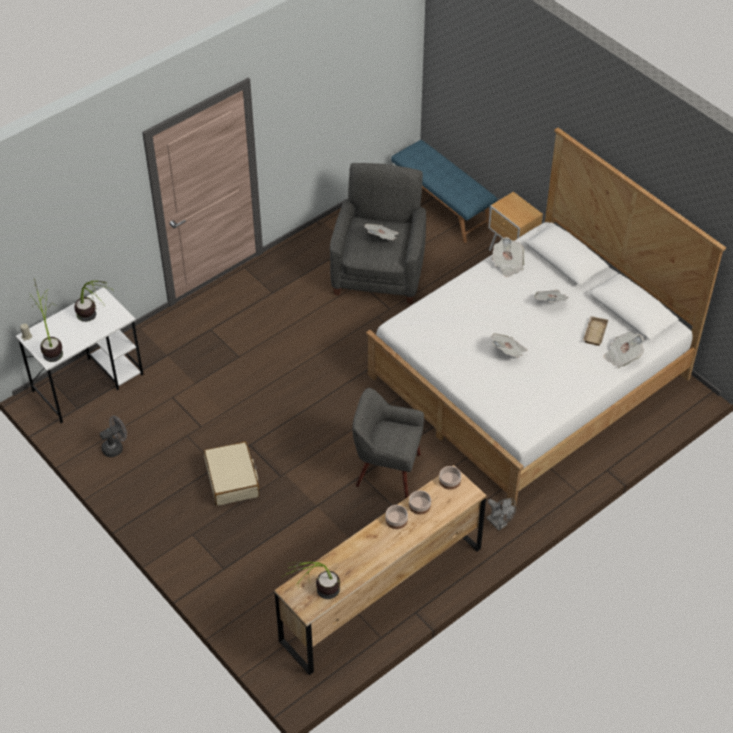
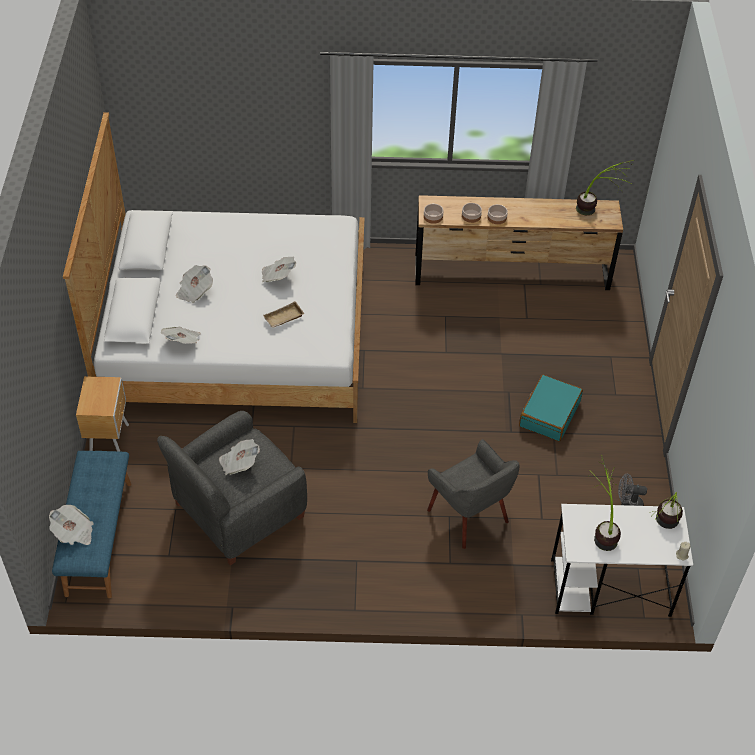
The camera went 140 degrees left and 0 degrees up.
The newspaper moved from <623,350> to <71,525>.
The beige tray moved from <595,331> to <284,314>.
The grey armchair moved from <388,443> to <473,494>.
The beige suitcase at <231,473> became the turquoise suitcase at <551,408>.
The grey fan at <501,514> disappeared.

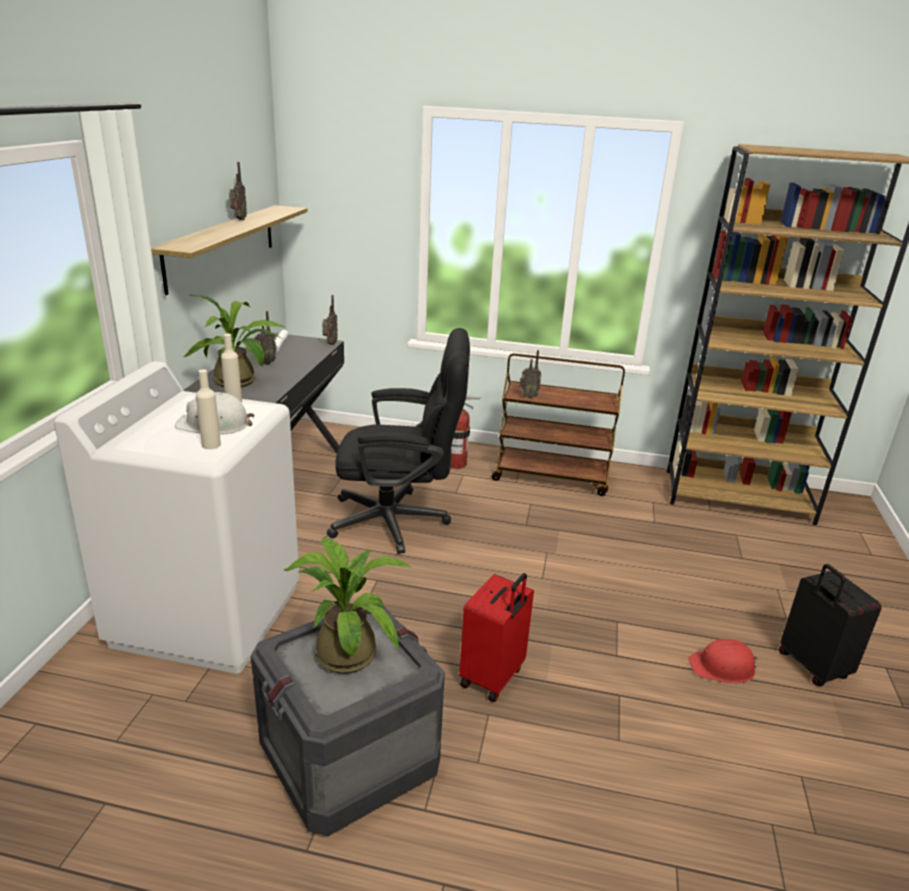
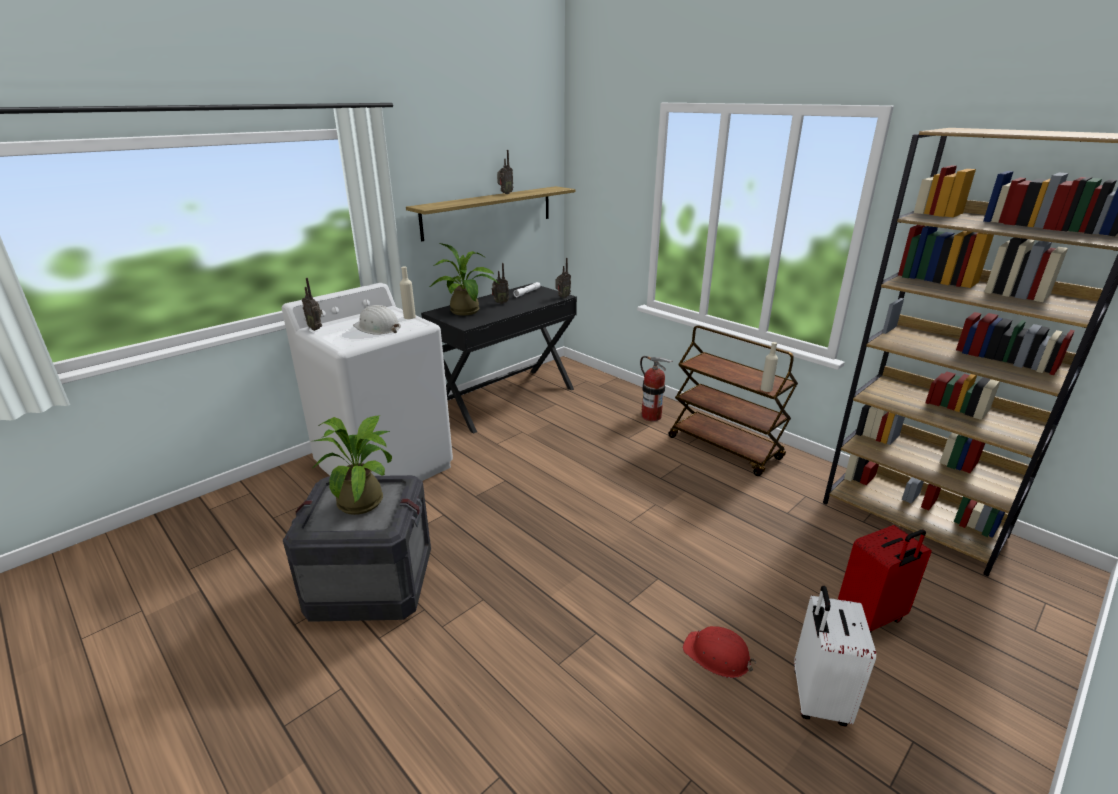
The camera went 35 degrees right and 0 degrees up.
The radio moved from <530,374> to <312,304>.
The beige bottle moved from <208,409> to <769,367>.
The black suitcase at <830,625> became the white suitcase at <835,656>.
The red suitcase moved from <496,637> to <885,579>.
The black office chair at <398,441> disappeared.

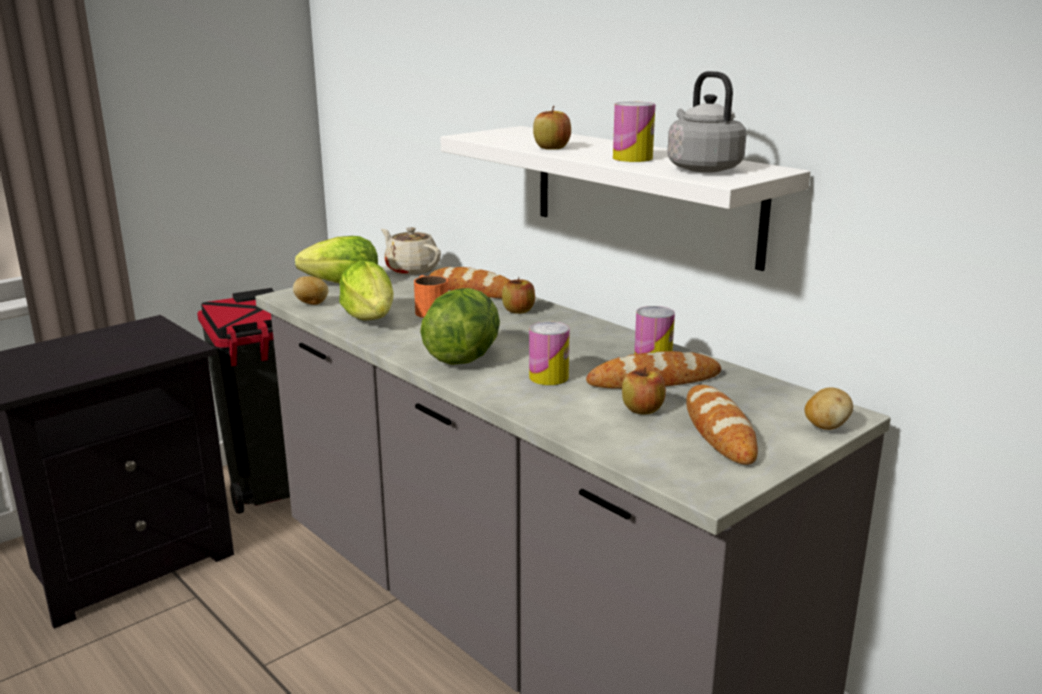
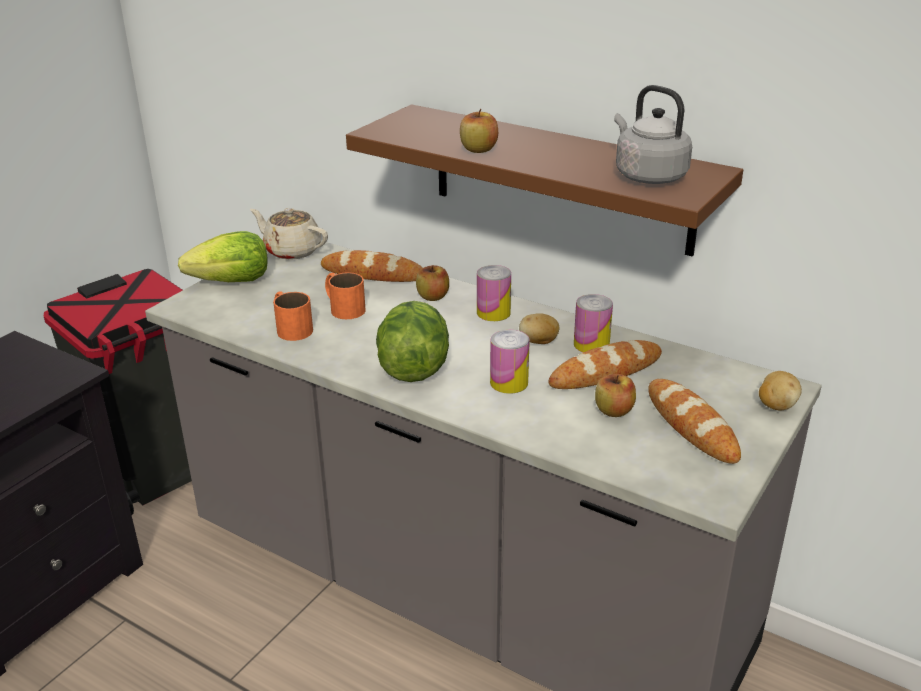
The camera went 15 degrees left and 10 degrees up.
The lettuce at <366,290> was replaced by the orange mug at <293,316>.
The white shelf at <625,198> became the brown shelf at <544,180>.
The can moved from <634,132> to <494,293>.
The potato moved from <310,290> to <539,328>.

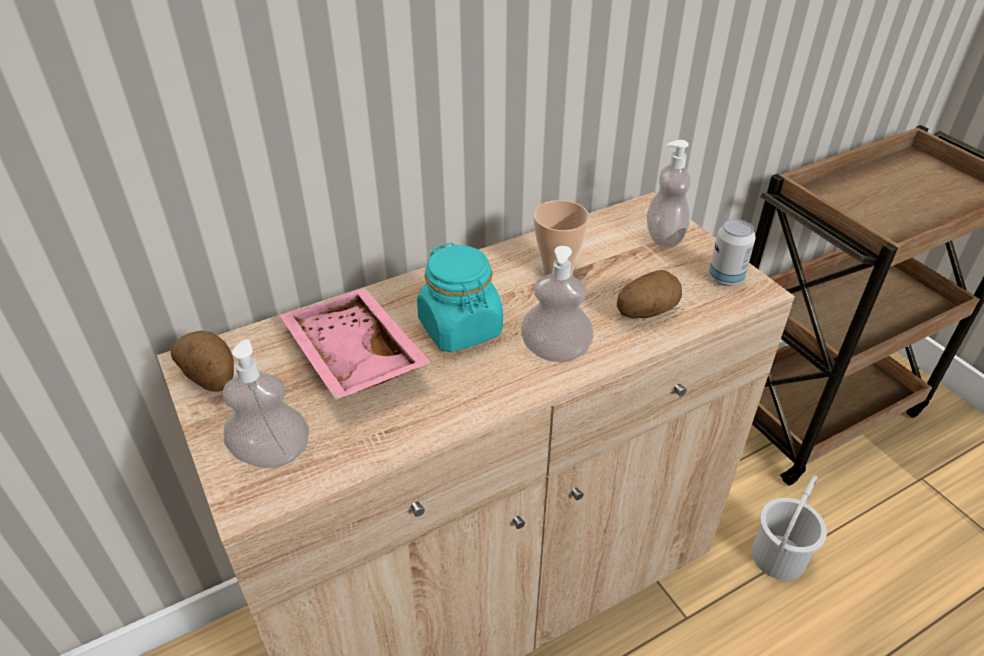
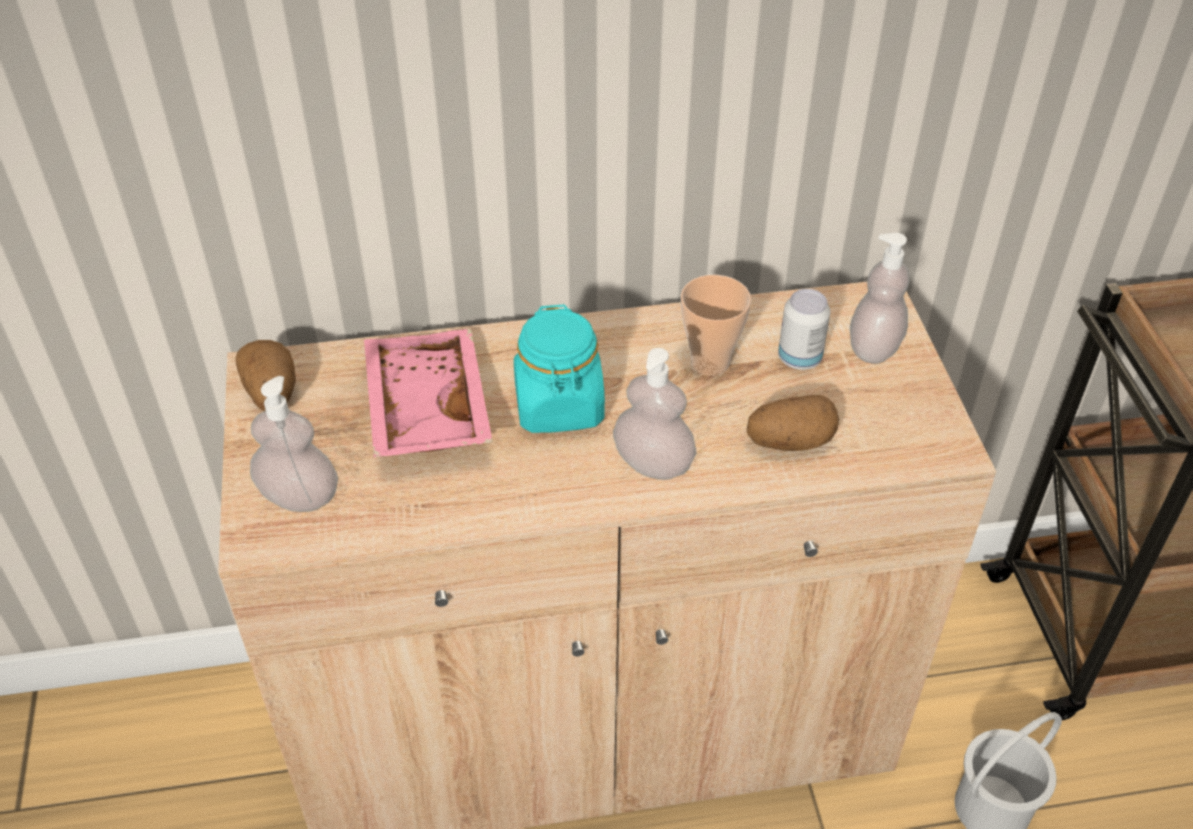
The camera went 20 degrees right and 5 degrees up.
The can moved from <732,252> to <804,329>.

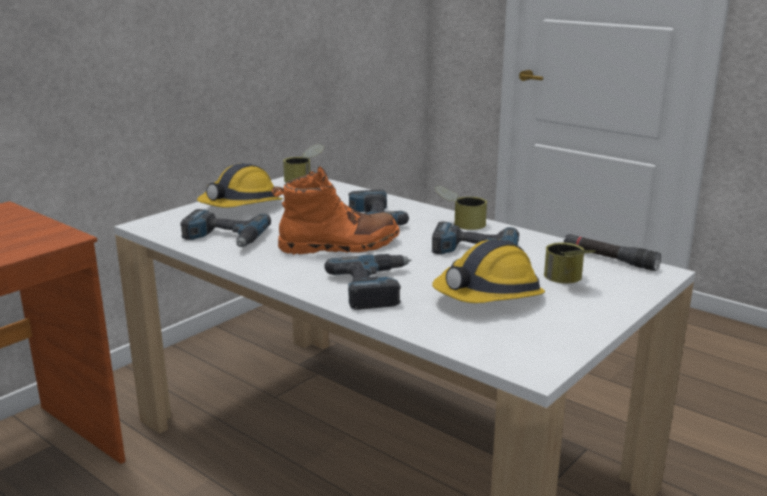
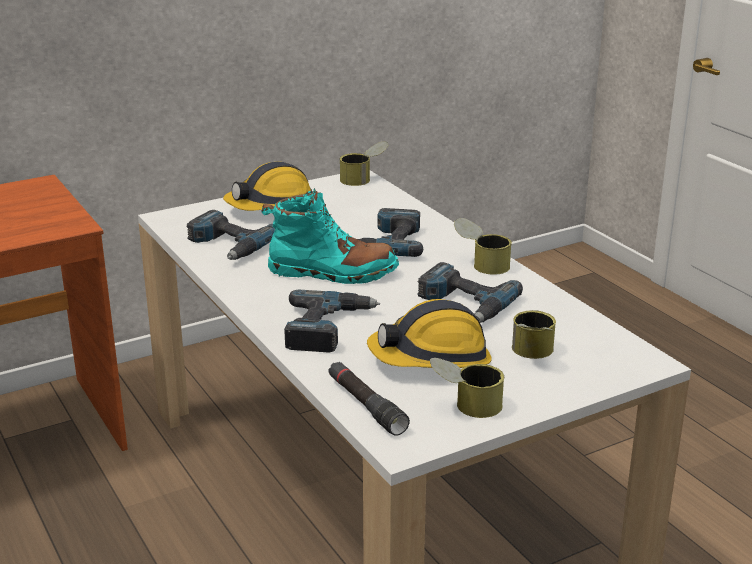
The camera went 20 degrees right and 5 degrees up.
The orange boot at <335,211> became the turquoise boot at <330,236>.
The black flashlight moved from <612,252> to <369,399>.
The can at <467,388> appeared.

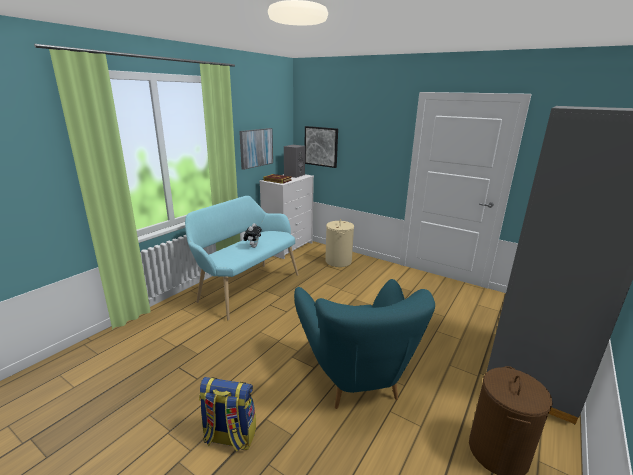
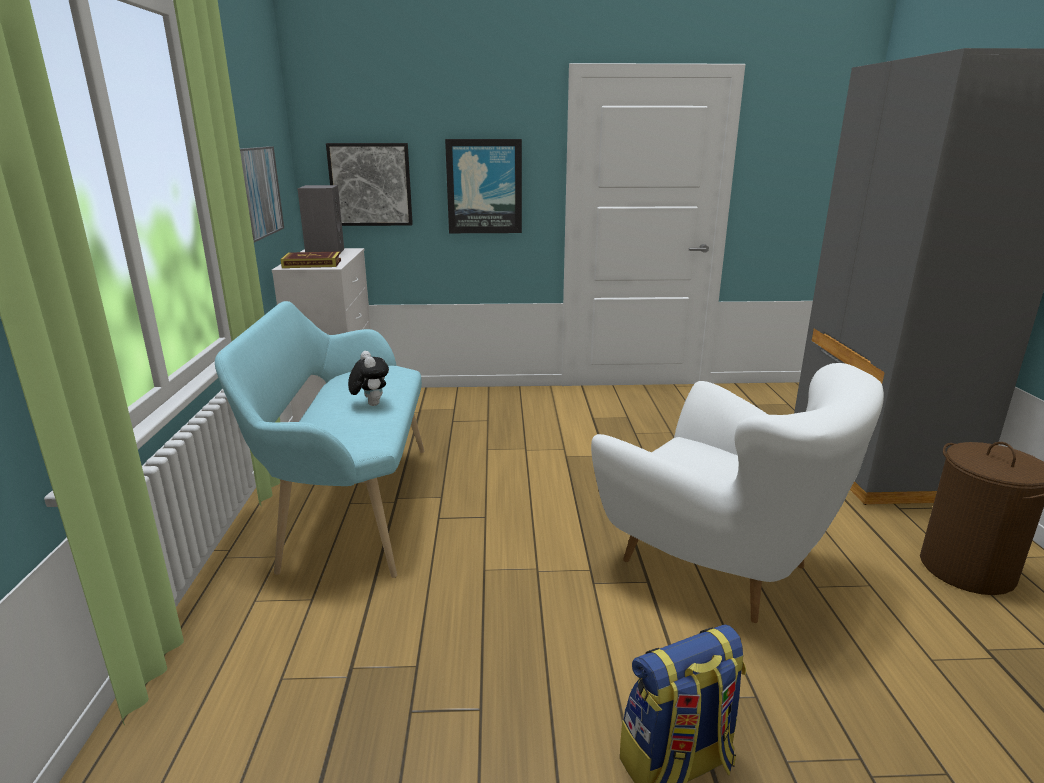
The camera went 35 degrees left and 0 degrees up.
The picture at <483,186> appeared.
The turquoise armchair at <364,344> became the white armchair at <737,493>.
The beige laundry basket at <339,243> disappeared.

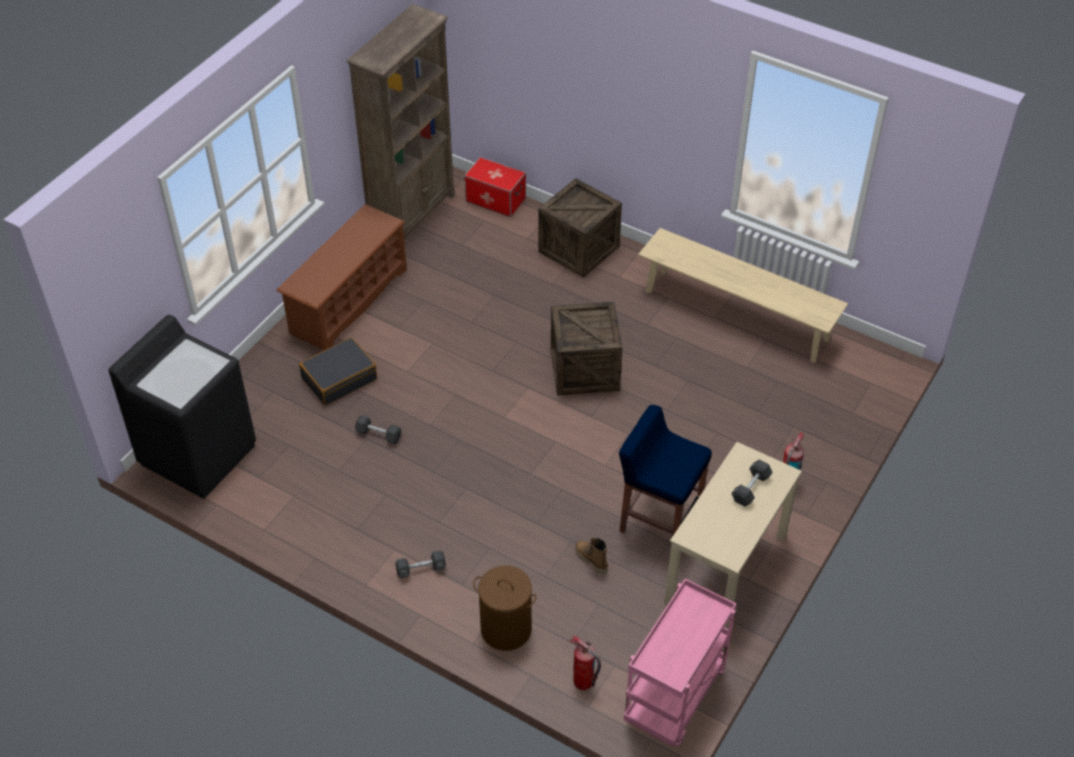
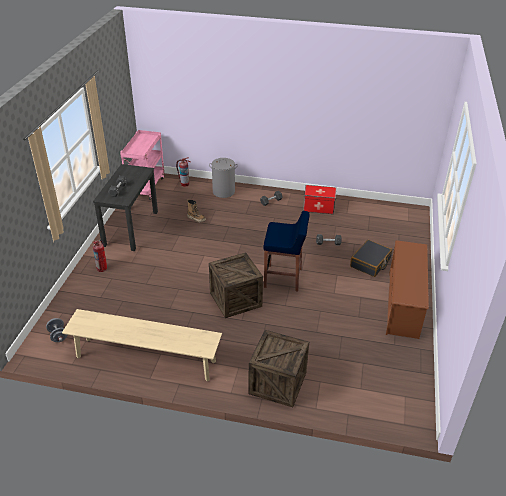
The camera went 160 degrees right and 10 degrees down.
The grey dumbbell at <57,330> appeared.
The beige desk at <733,535> became the black desk at <125,207>.
The brown laundry basket at <504,608> became the grey laundry basket at <223,178>.
The blue stool moved from <665,470> to <287,251>.
The storage box moved from <495,187> to <319,199>.
The black washing machine at <182,406> disappeared.
The brown bookcase at <401,121> disappeared.

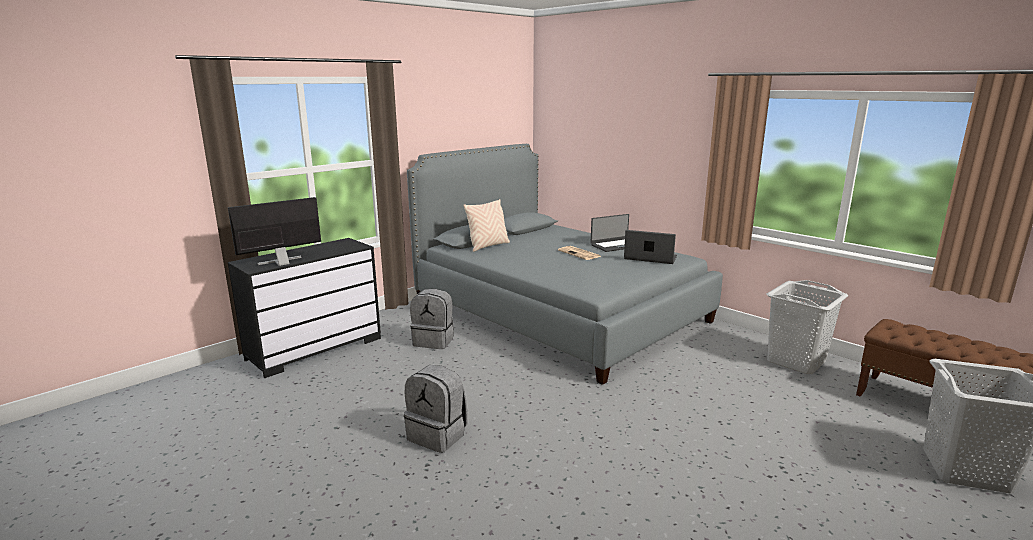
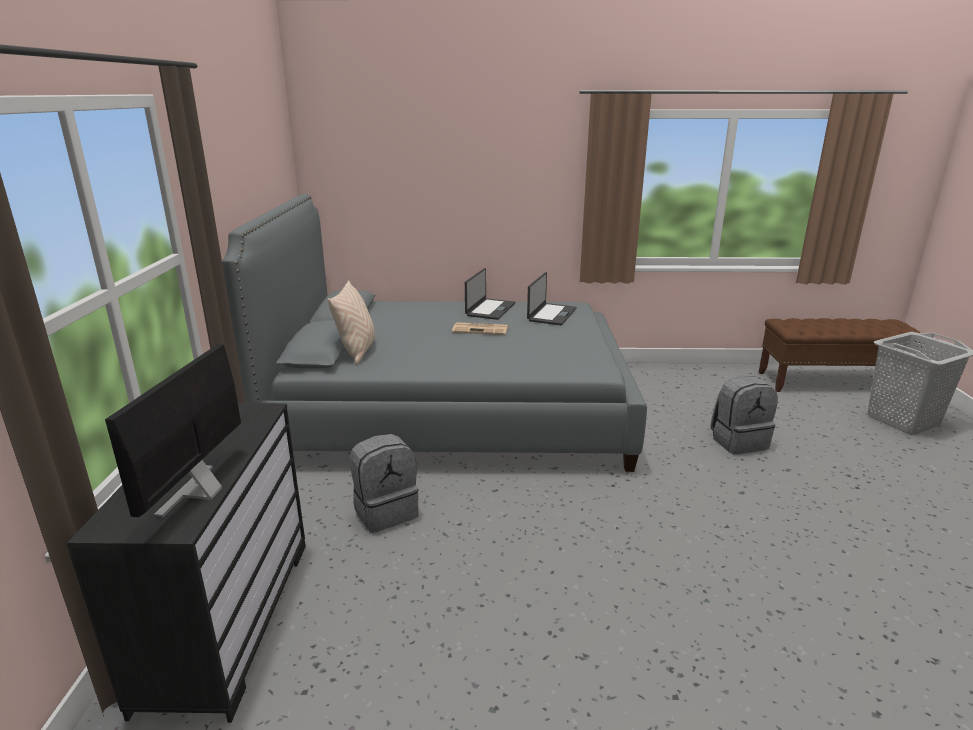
The camera went 45 degrees left and 5 degrees up.
The laptop at <650,247> turned 135 degrees clockwise.
The grey backpack moved from <436,409> to <744,415>.
The grey laundry basket at <807,327> disappeared.

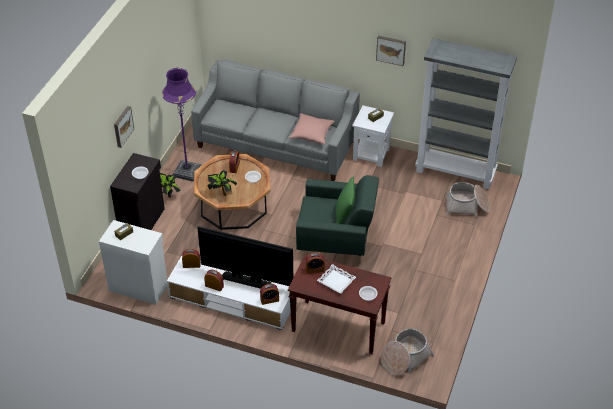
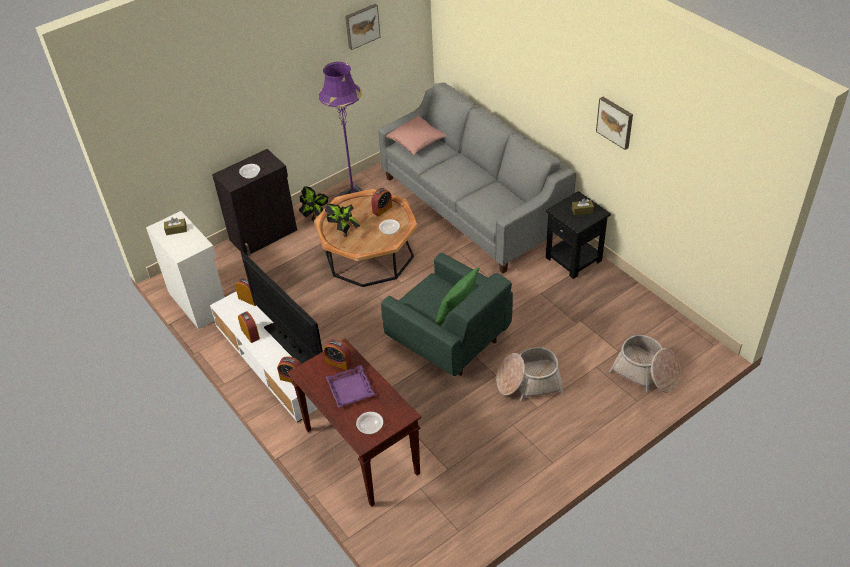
The camera went 35 degrees right and 0 degrees up.
The white tray at <336,279> became the purple tray at <350,386>.
The picture moved from <124,127> to <362,27>.
The pink pillow moved from <312,128> to <416,135>.
The basket moved from <407,351> to <530,374>.
The white side table at <373,136> became the black side table at <578,235>.
The grey bookcase at <466,113> disappeared.

